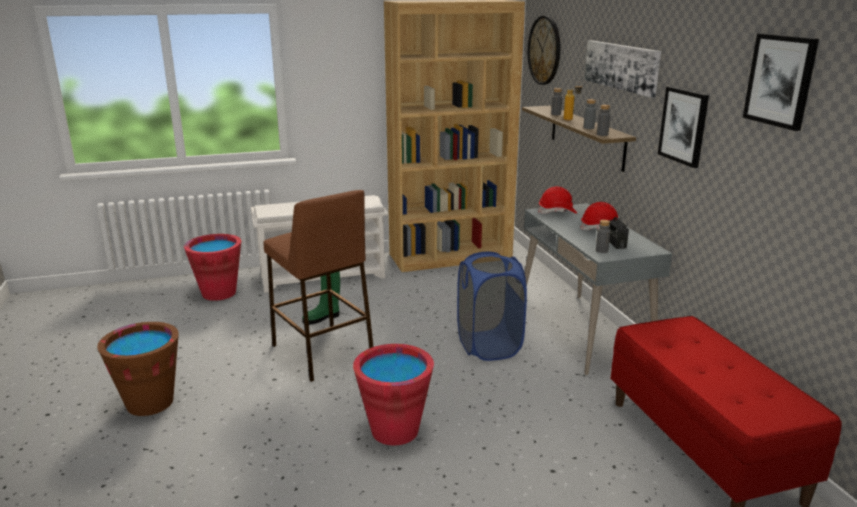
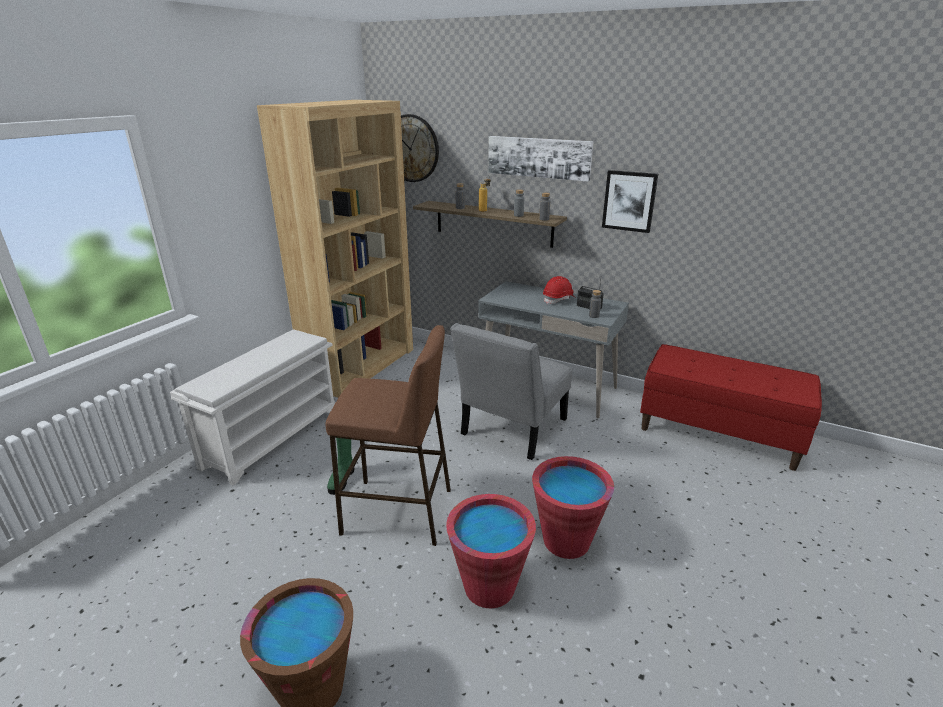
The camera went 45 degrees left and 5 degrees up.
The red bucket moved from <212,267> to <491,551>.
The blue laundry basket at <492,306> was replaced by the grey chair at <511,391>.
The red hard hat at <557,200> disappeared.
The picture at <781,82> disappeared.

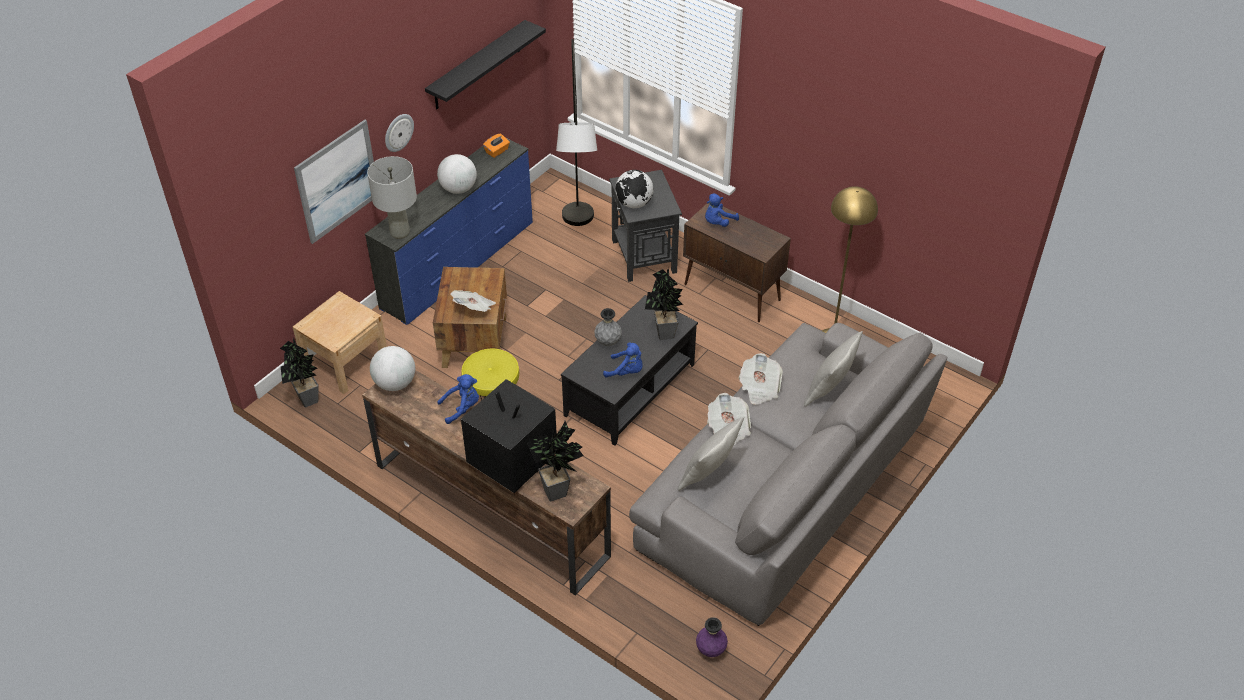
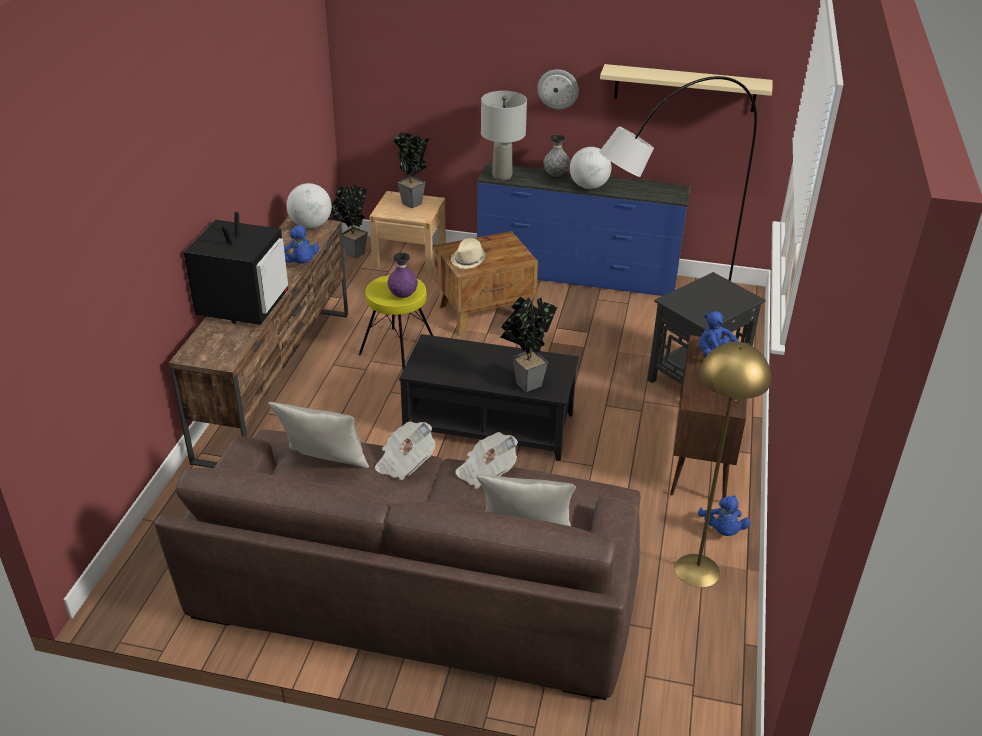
The camera went 65 degrees right and 10 degrees down.
The grey sofa at <788,474> became the brown sofa at <397,564>.
The purple vase moved from <712,637> to <402,275>.
The potted plant moved from <555,461> to <411,170>.
The newspaper at <473,301> was replaced by the beige hat at <468,253>.
The grey vase moved from <608,327> to <556,156>.
The black shelf at <485,64> became the beige shelf at <686,88>.
The blue plush toy moved from <623,359> to <724,515>.
The picture at <334,182> disappeared.
The orange tissue box at <496,145> disappeared.
The globe at <634,189> disappeared.

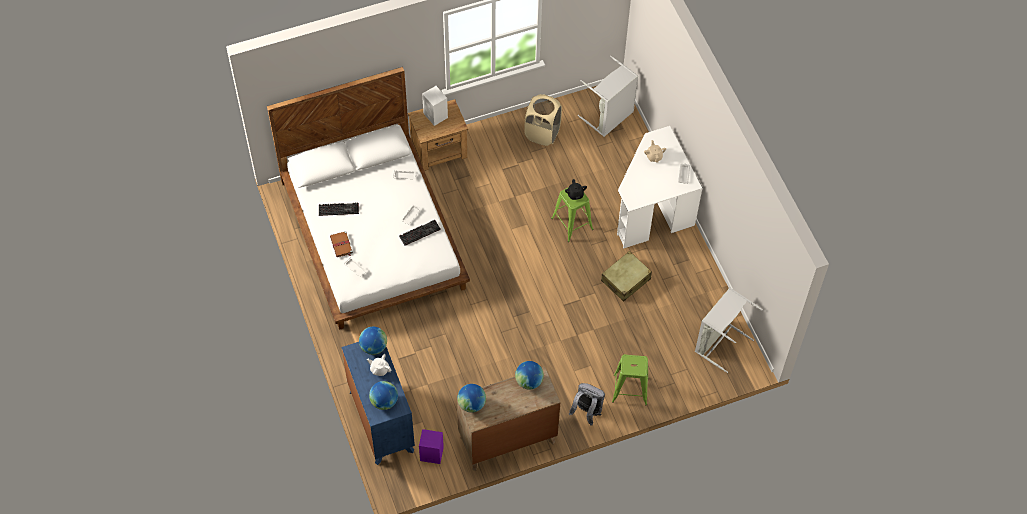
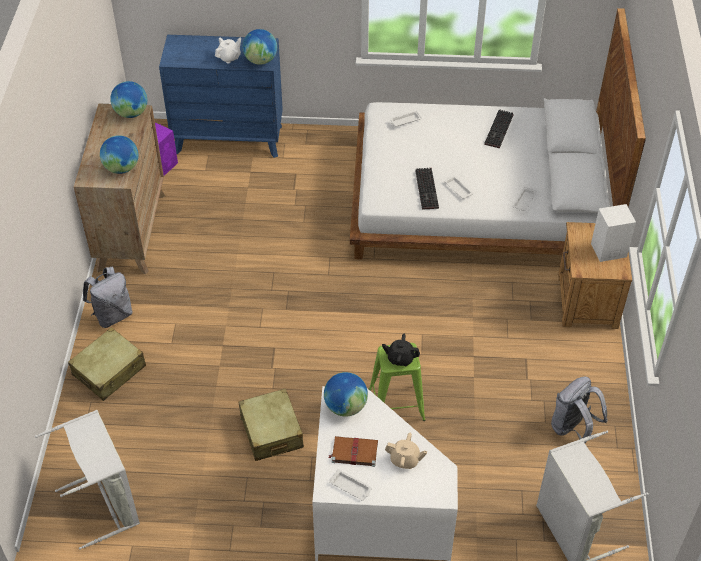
The camera went 115 degrees right and 10 degrees down.
The green stool at <630,379> was replaced by the beige suitcase at <107,364>.
The globe moved from <383,395> to <346,394>.
The brown book moved from <341,244> to <353,451>.
The beige laundry basket at <543,120> was replaced by the grey backpack at <579,409>.

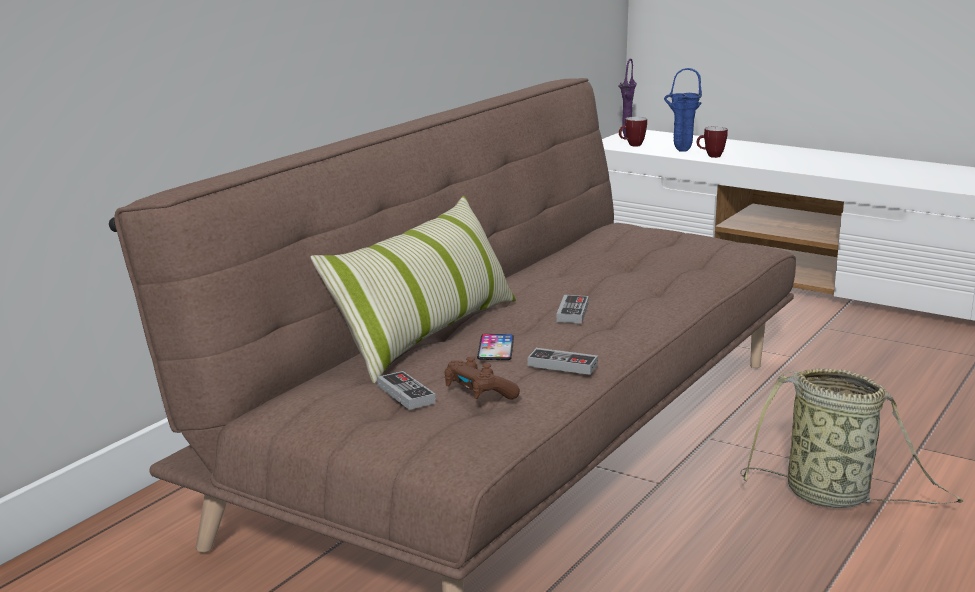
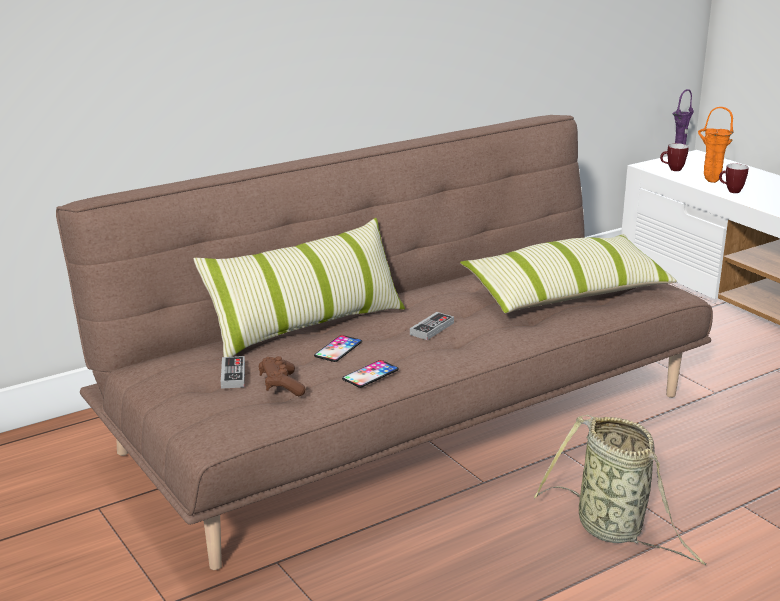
The camera went 25 degrees right and 5 degrees up.
The game controller at <563,361> was replaced by the phone at <370,374>.
The pillow at <568,274> appeared.
The blue vase at <683,110> became the orange vase at <716,145>.

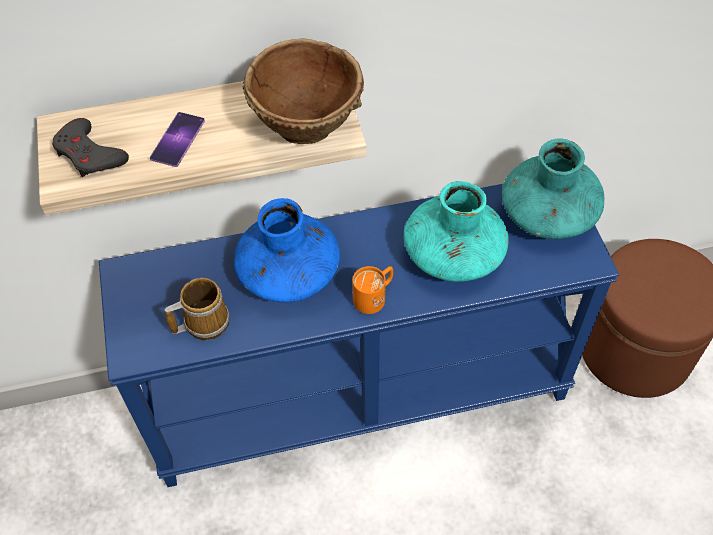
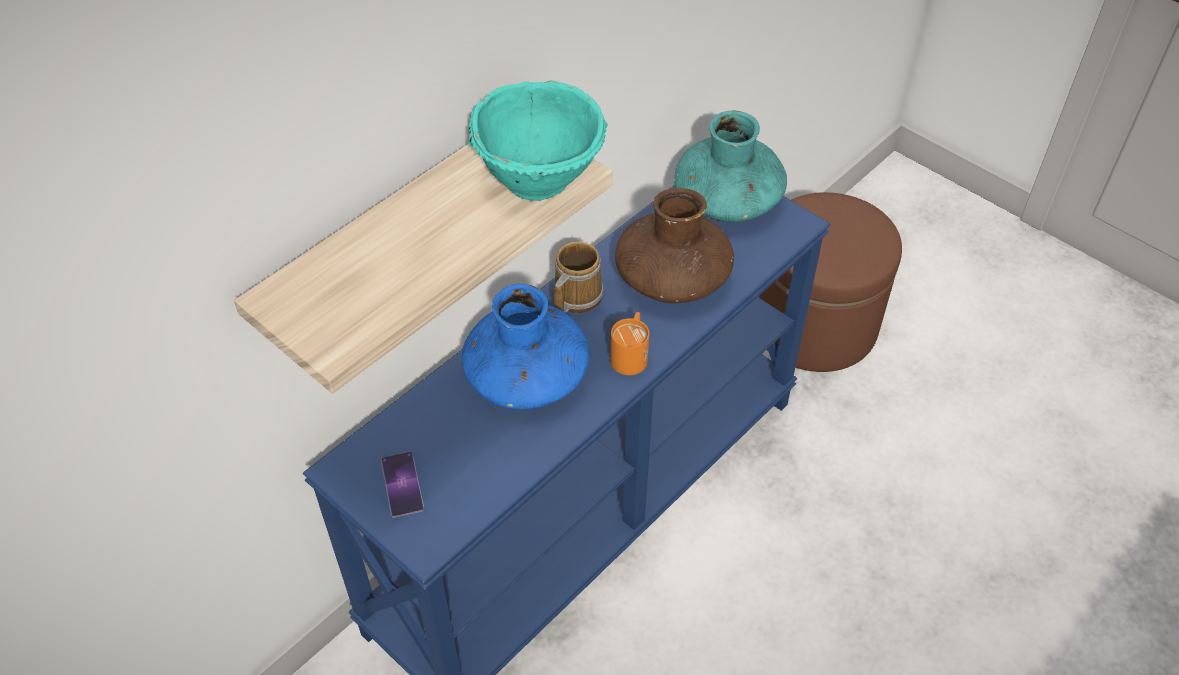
The camera went 35 degrees left and 5 degrees down.
The phone moved from <177,139> to <402,485>.
The brown bowl at <303,91> became the turquoise bowl at <538,141>.
The mug moved from <197,309> to <578,277>.
The turquoise vase at <456,231> became the brown vase at <674,245>.
The grey game controller at <90,147> disappeared.

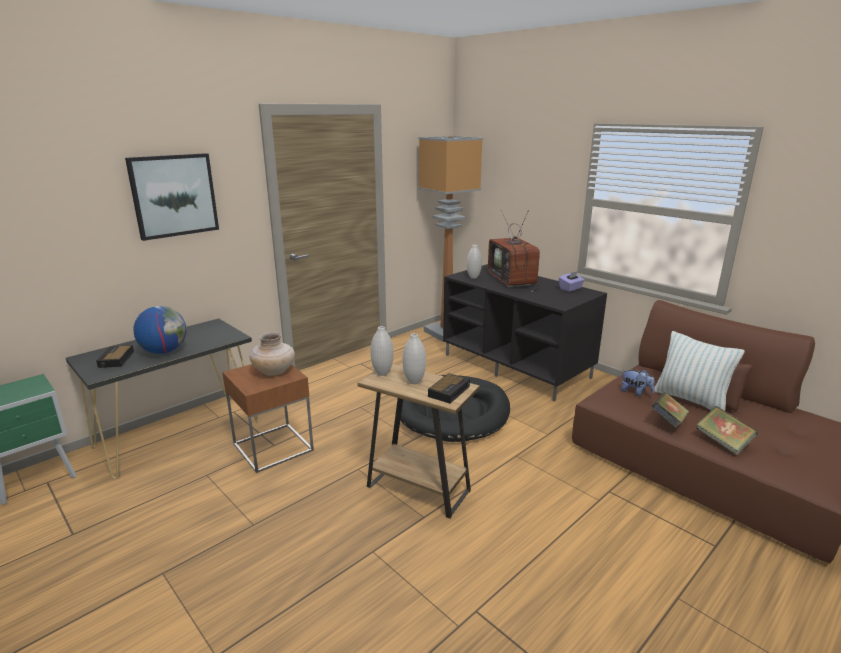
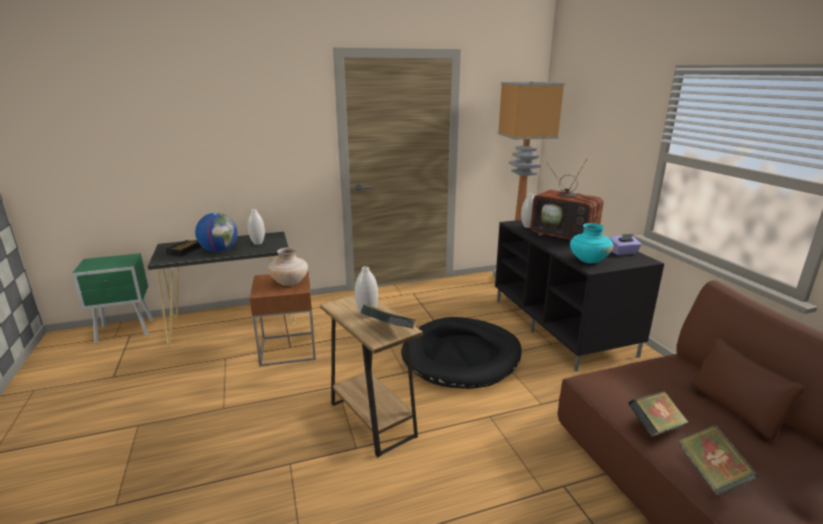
The camera went 25 degrees right and 0 degrees up.
The white vase moved from <381,351> to <256,227>.
The alarm clock at <449,388> was replaced by the book at <388,316>.
The television at <514,251> turned 60 degrees counterclockwise.
The turquoise vase at <591,243> appeared.
The picture at <172,197> disappeared.
The plush toy at <638,383> disappeared.
The pillow at <699,371> disappeared.

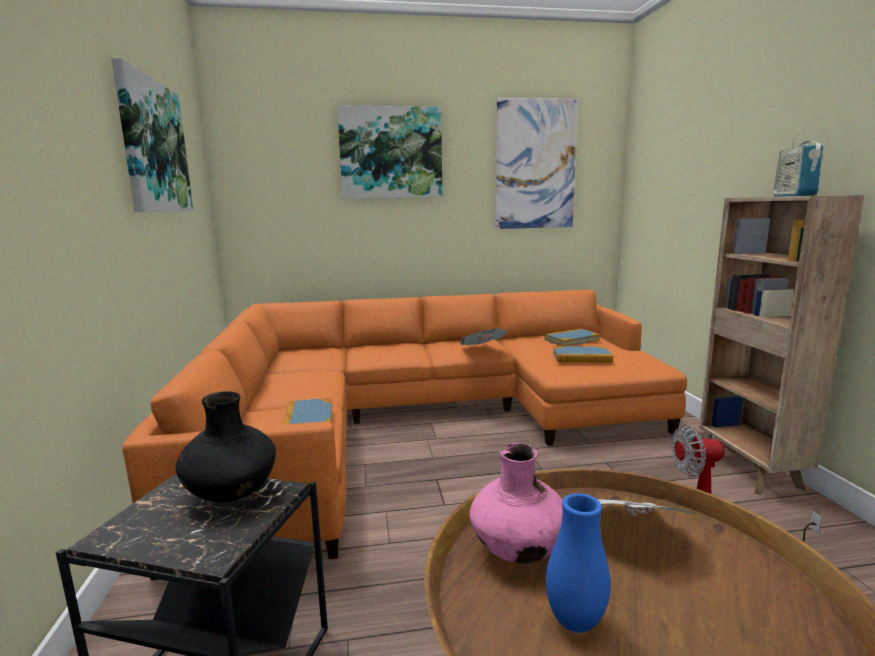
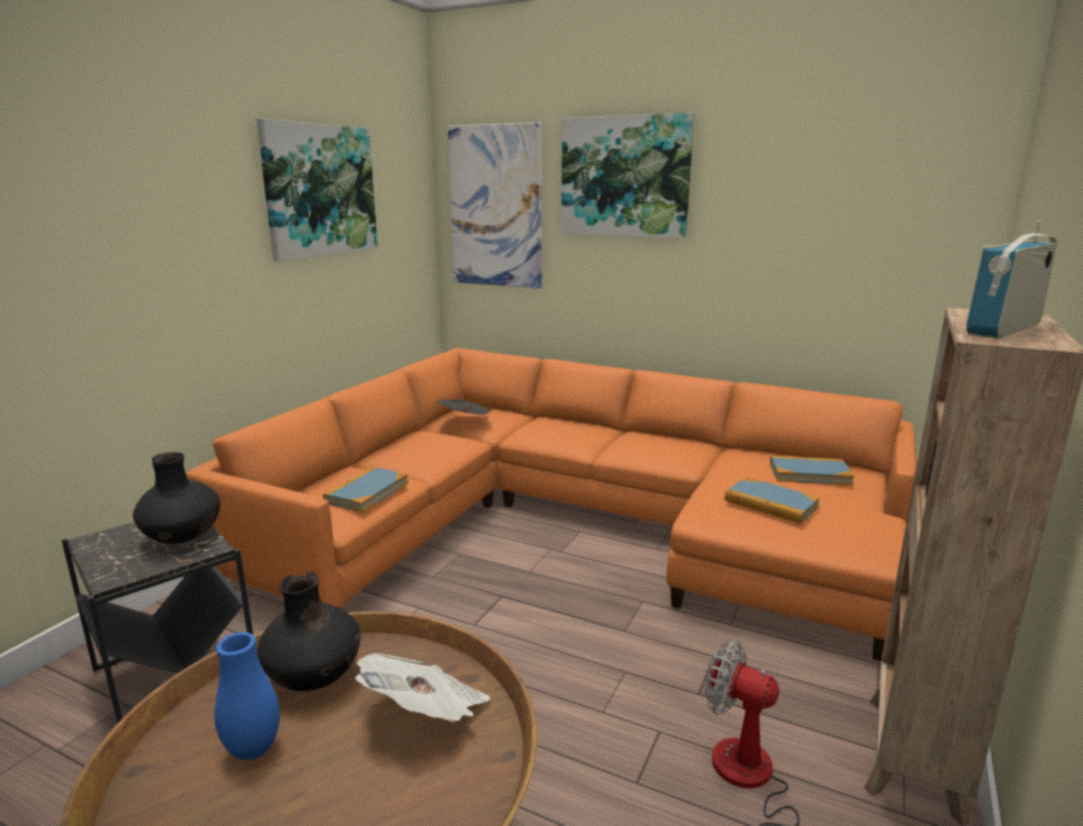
The camera went 35 degrees right and 5 degrees up.
The pink vase at <516,503> became the black vase at <309,631>.
The newspaper moved from <483,336> to <463,407>.
The picture moved from <537,163> to <495,205>.

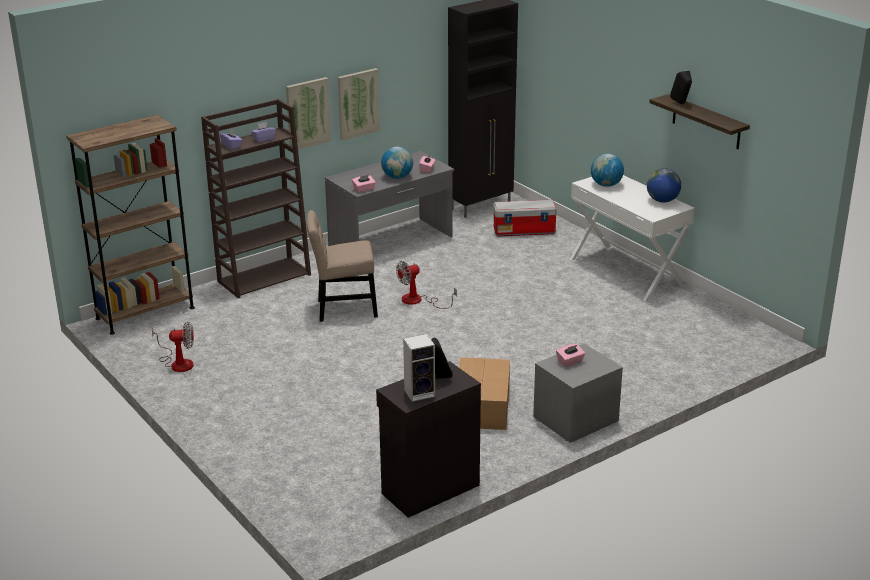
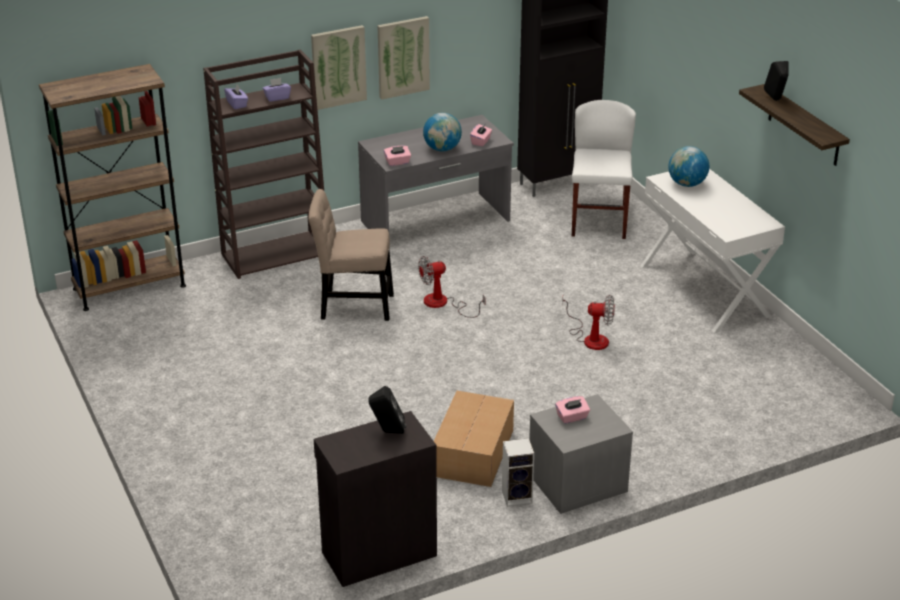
The camera went 10 degrees right and 5 degrees up.
The speaker moved from <419,368> to <518,472>.
The fan moved from <173,347> to <588,322>.
The storage box at <525,218> was replaced by the white chair at <604,169>.
The globe at <664,185> disappeared.

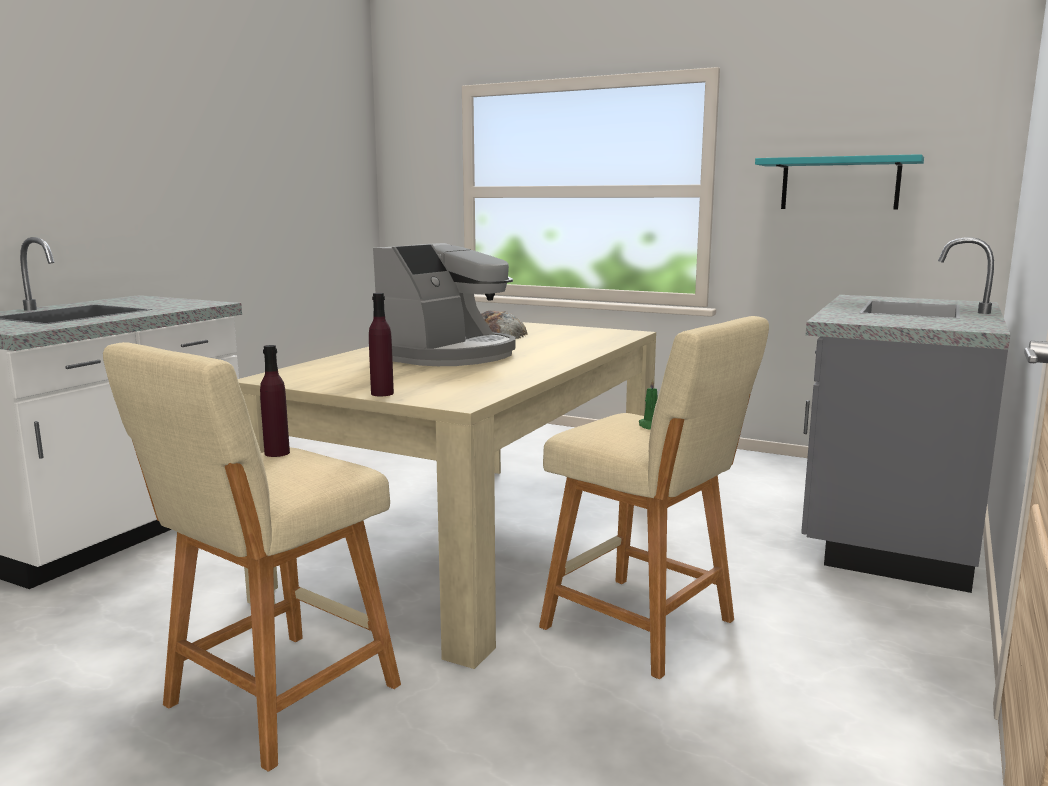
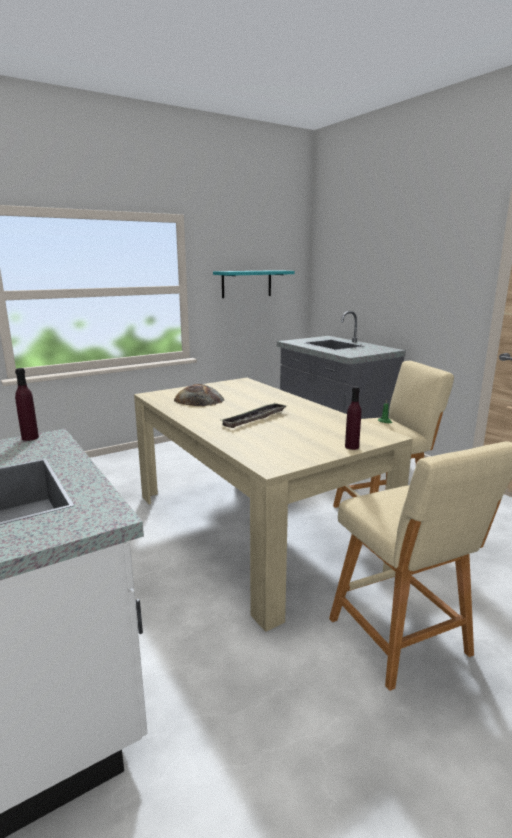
The camera went 60 degrees left and 5 degrees up.
The purple bottle moved from <275,401> to <27,404>.
The coffee machine at <444,304> was replaced by the tray at <255,415>.

